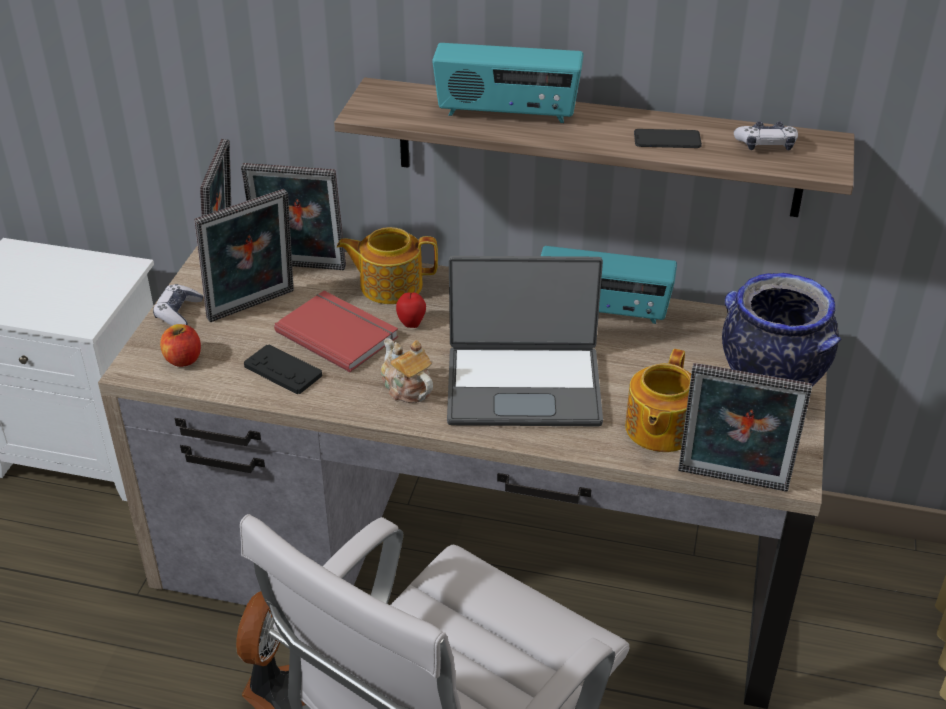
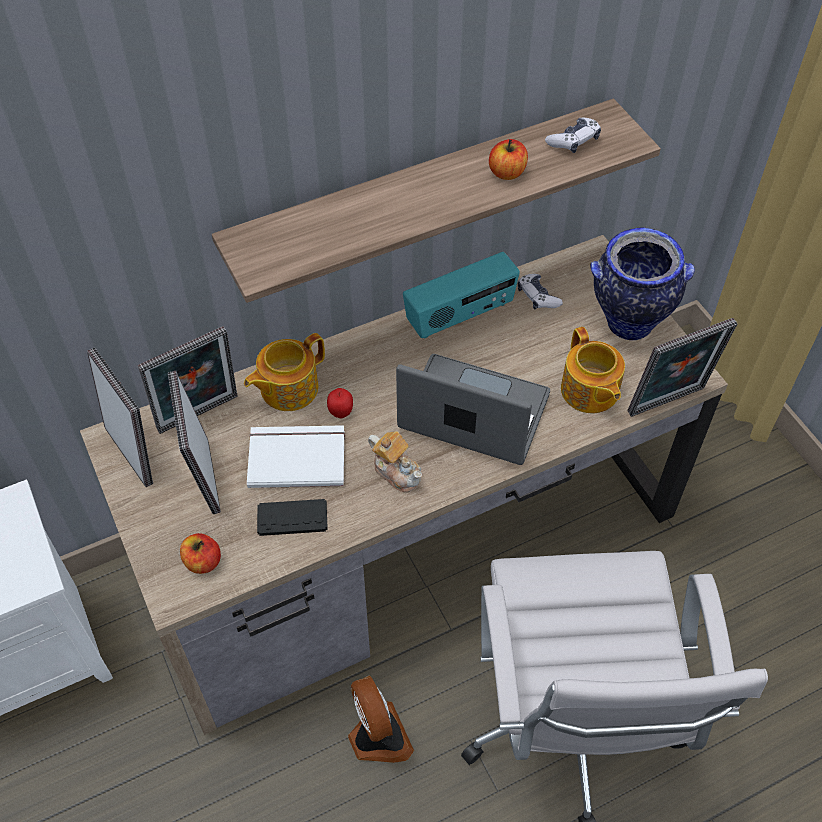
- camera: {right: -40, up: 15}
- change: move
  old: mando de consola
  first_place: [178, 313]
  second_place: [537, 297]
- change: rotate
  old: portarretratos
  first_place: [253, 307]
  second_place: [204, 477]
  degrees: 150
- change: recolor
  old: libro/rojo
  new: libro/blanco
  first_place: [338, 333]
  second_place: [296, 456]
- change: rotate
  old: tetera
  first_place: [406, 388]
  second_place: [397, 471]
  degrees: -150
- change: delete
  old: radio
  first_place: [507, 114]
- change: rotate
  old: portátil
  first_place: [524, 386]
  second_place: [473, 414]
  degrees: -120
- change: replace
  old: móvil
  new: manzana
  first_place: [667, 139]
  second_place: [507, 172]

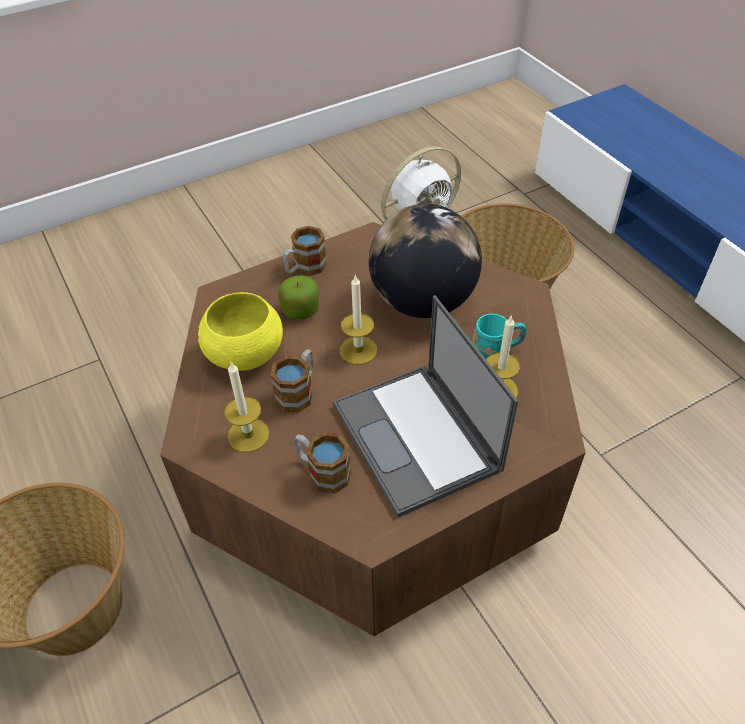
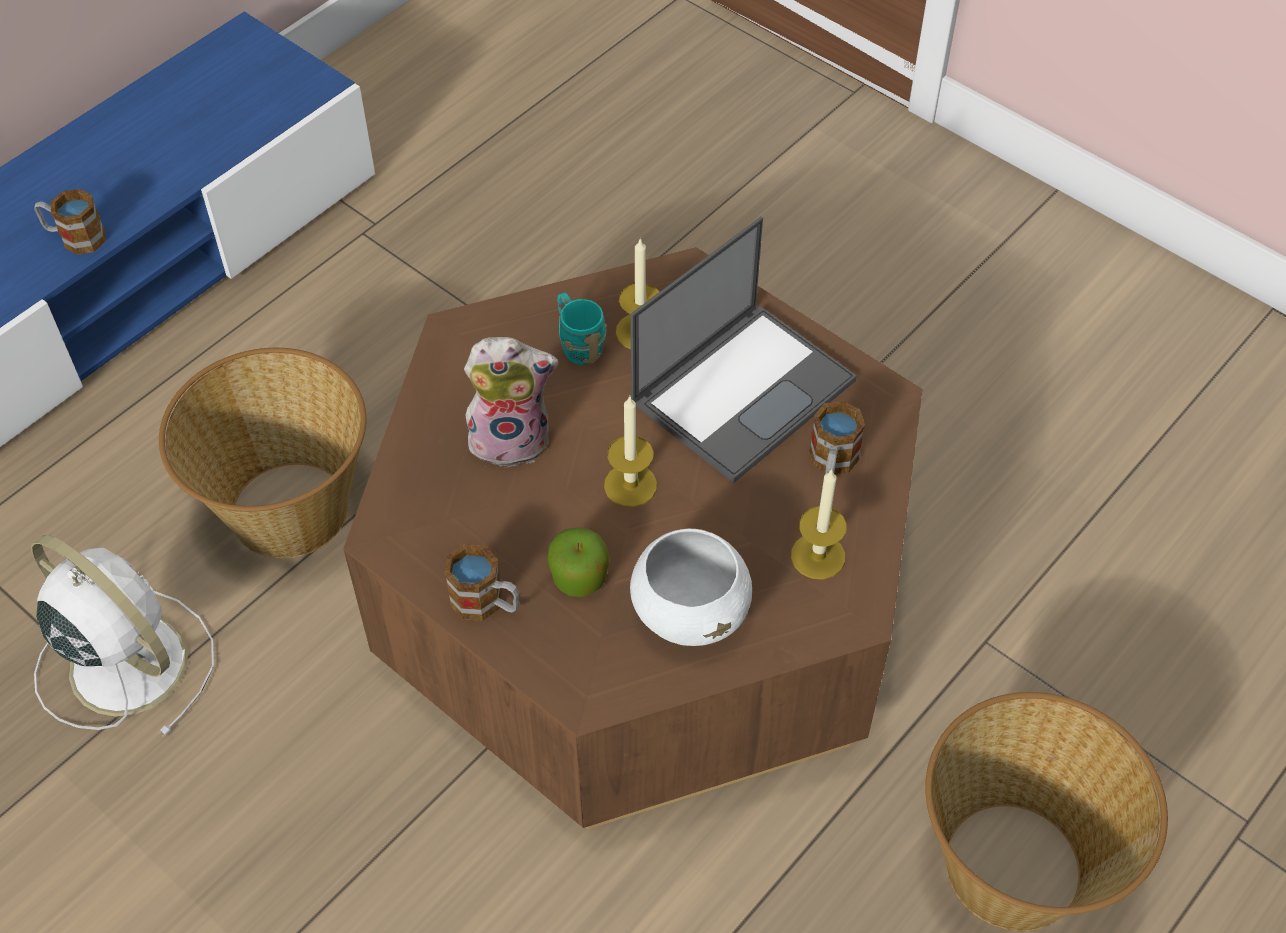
- camera: {right: -110, up: 5}
- change: recolor
  old: cuenco/amarillo
  new: cuenco/blanco
  first_place: [245, 355]
  second_place: [690, 611]
- change: move
  old: taza grande
  first_place: [298, 391]
  second_place: [75, 237]
- change: replace
  old: globo terráqueo
  new: peluche
  first_place: [422, 302]
  second_place: [512, 438]

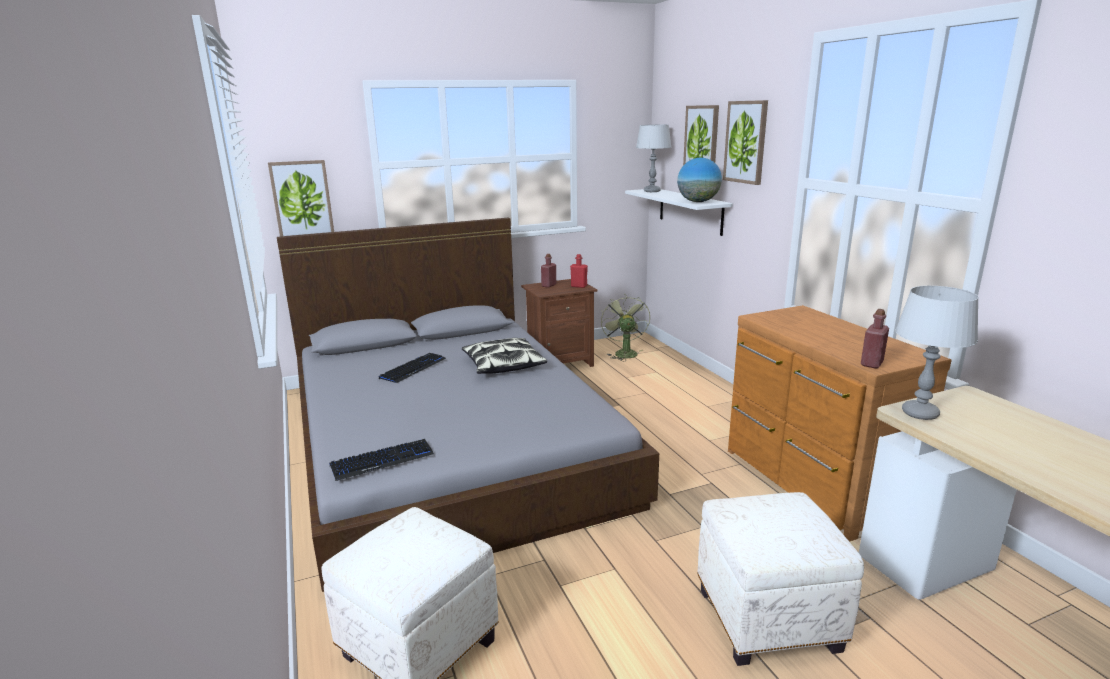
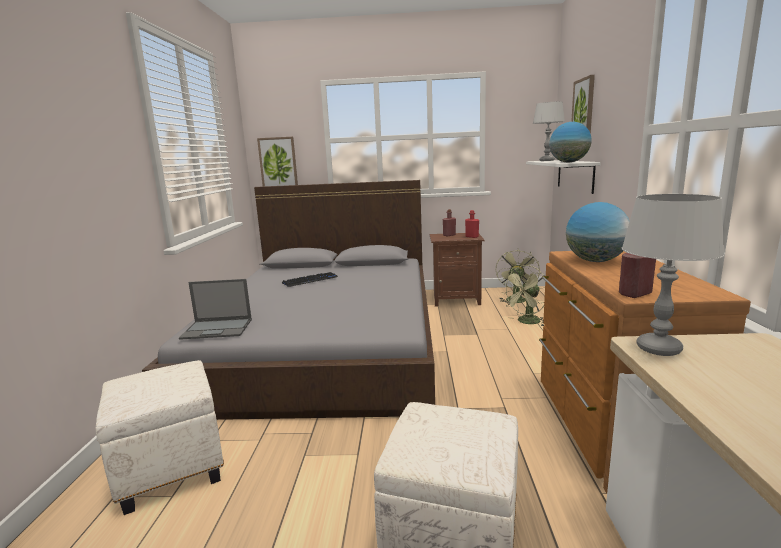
- camera: {right: 25, up: -5}
- change: replace
  old: teclado
  new: portátil
  first_place: [382, 460]
  second_place: [218, 329]
- change: delete
  old: cojín
  first_place: [503, 365]
- change: delete
  old: cuadro
  first_place: [746, 142]
- change: insert
  new: ventilador/verde
  second_place: [526, 322]
- change: insert
  new: globo terráqueo
  second_place: [595, 261]

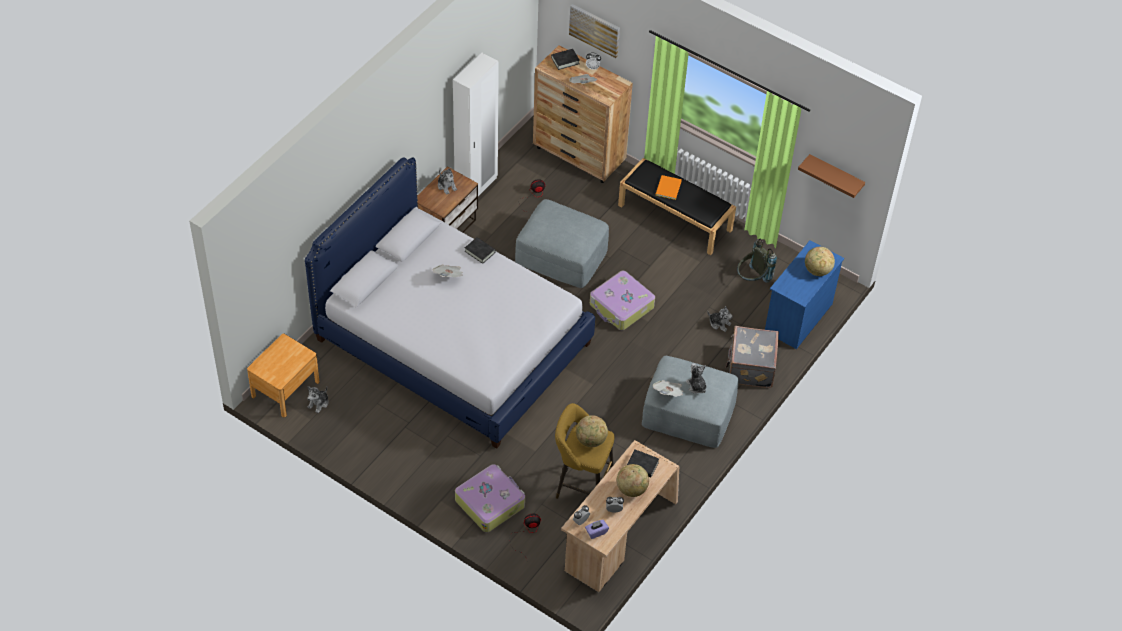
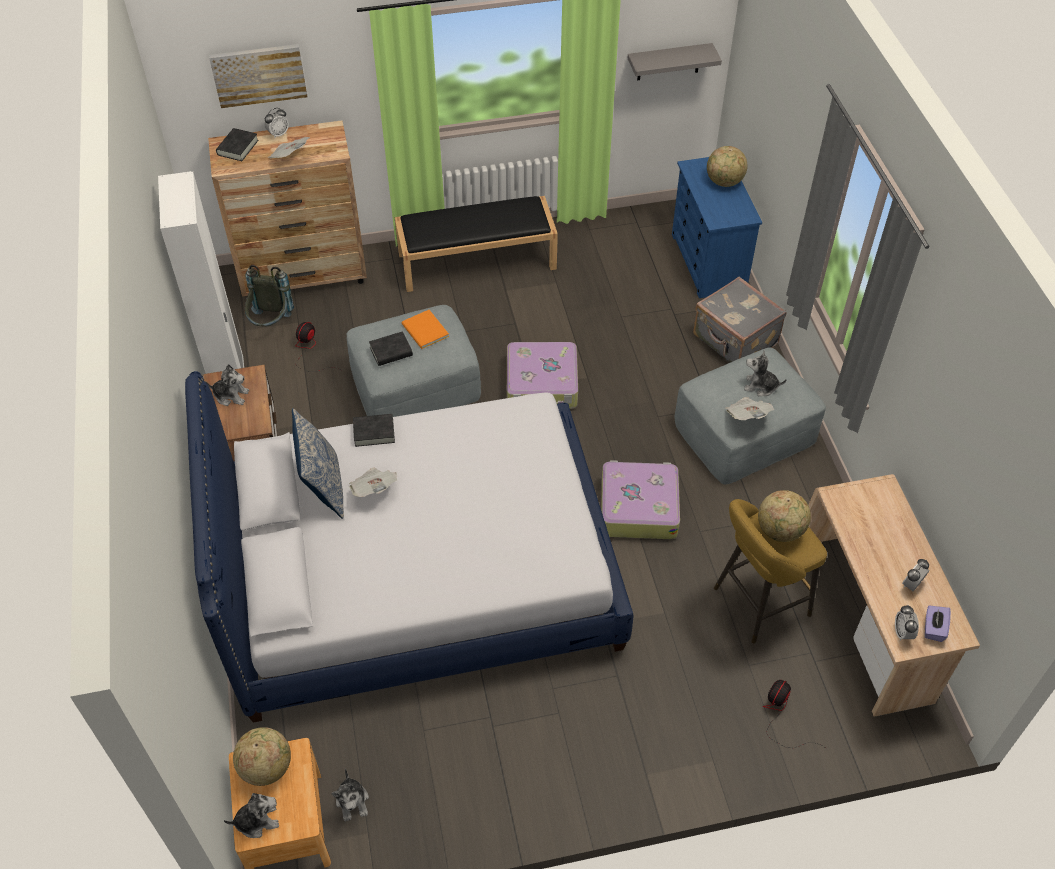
- camera: {right: -45, up: 0}
- change: move
  old: maleta
  first_place: [490, 502]
  second_place: [638, 507]
- change: move
  old: globo terráqueo
  first_place: [632, 489]
  second_place: [266, 767]
- change: move
  old: libro/negro
  first_place: [642, 465]
  second_place: [391, 352]
- change: move
  old: libro/naranja
  first_place: [667, 188]
  second_place: [425, 331]
- change: move
  old: peluche
  first_place: [719, 323]
  second_place: [257, 820]
- change: move
  old: mochila/gris
  first_place: [752, 279]
  second_place: [271, 324]
- change: recolor
  old: estante/marrón
  new: estante/gris
  first_place: [835, 175]
  second_place: [668, 62]
- change: insert
  new: cojín
  second_place: [323, 487]

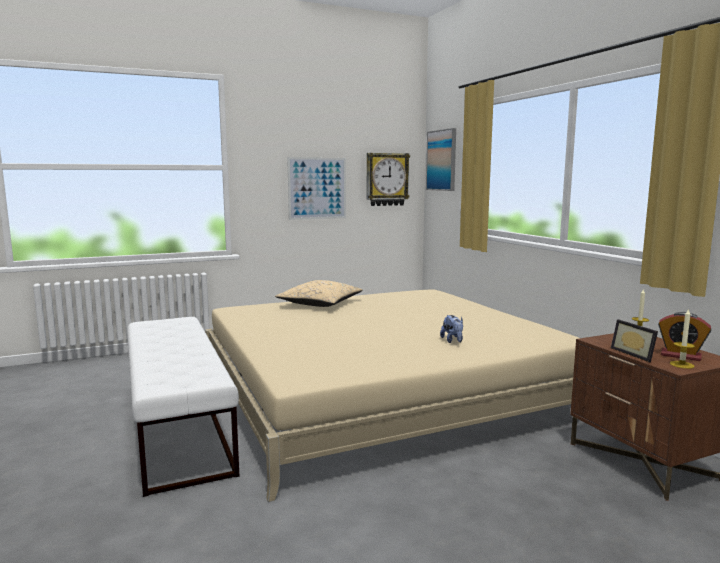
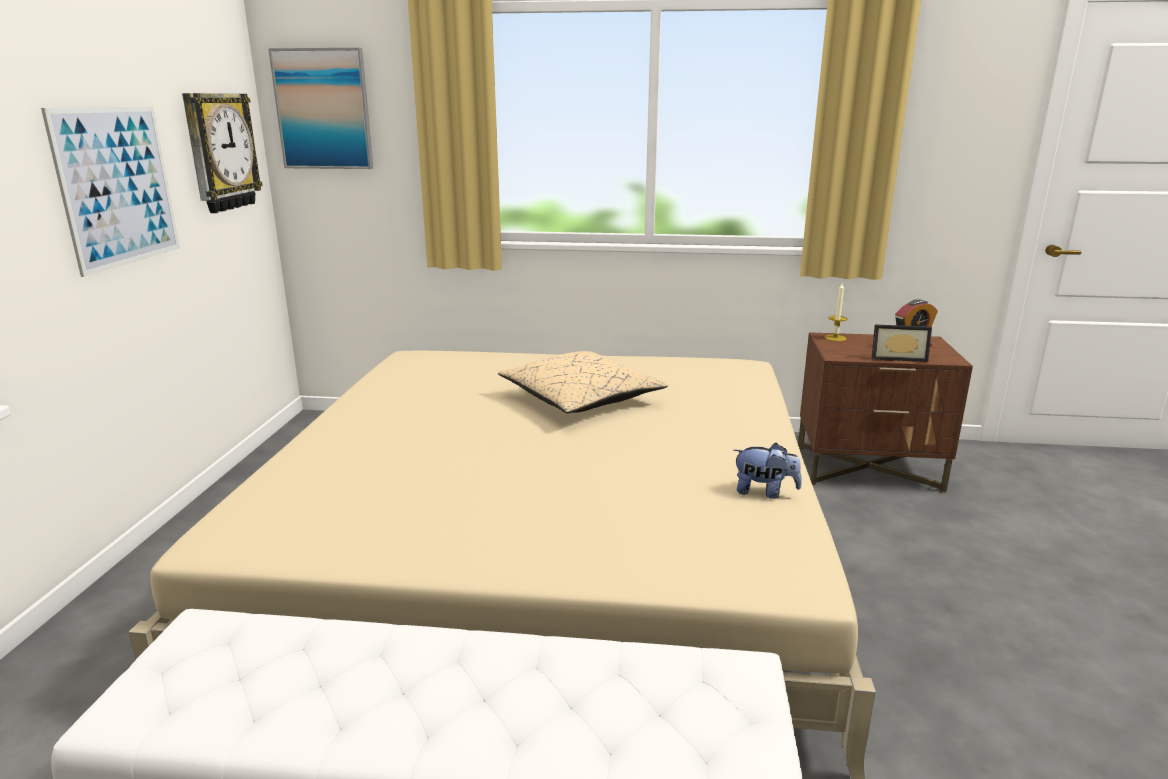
- camera: {right: -60, up: 10}
- change: move
  old: cojín/beis
  first_place: [320, 304]
  second_place: [581, 399]
- change: move
  old: peluche
  first_place: [453, 341]
  second_place: [764, 492]
- change: delete
  old: vela
  first_place: [681, 365]

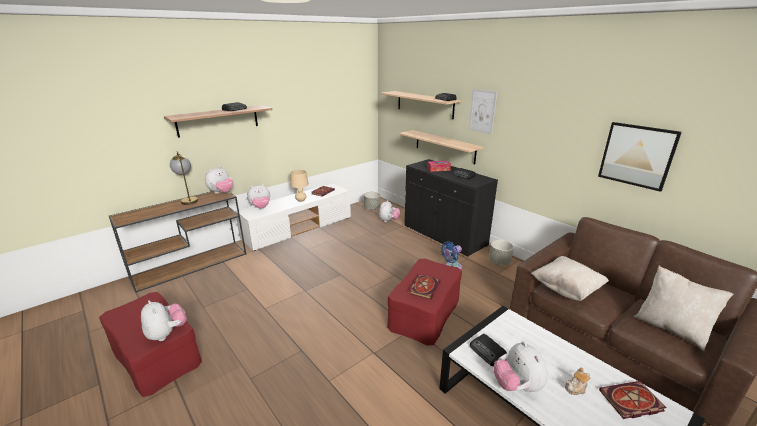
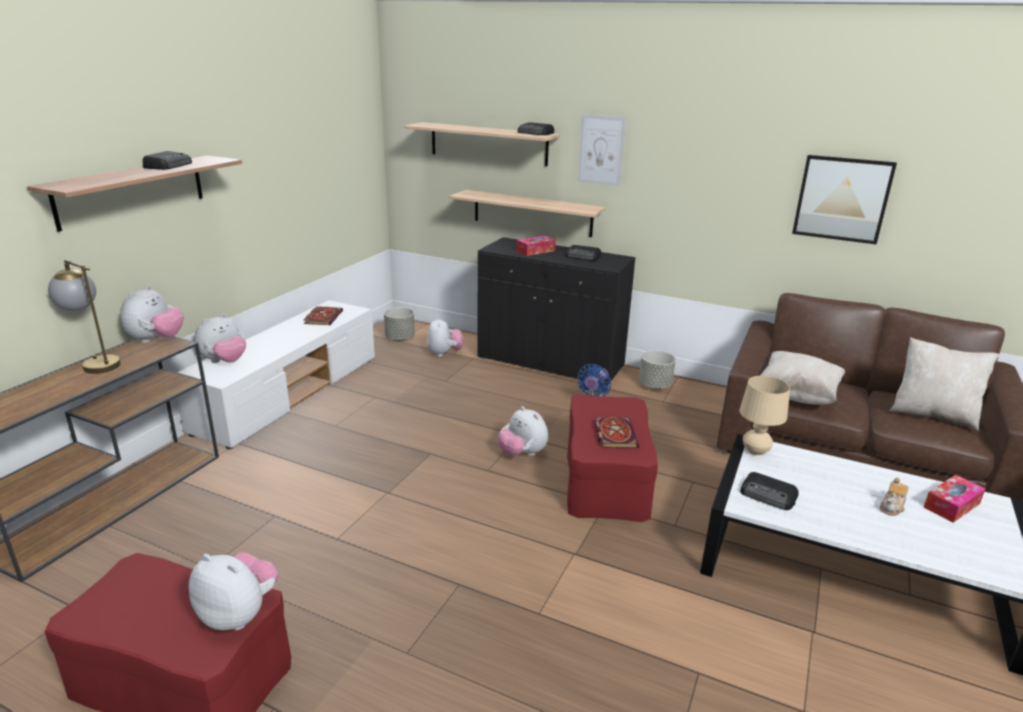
- camera: {right: -25, up: 0}
- change: move
  old: lámpara de mesa/beis
  first_place: [301, 200]
  second_place: [755, 451]
- change: move
  old: peluche
  first_place: [517, 386]
  second_place: [522, 454]
- change: replace
  old: libro
  new: caja de pañuelos
  first_place: [630, 402]
  second_place: [951, 505]

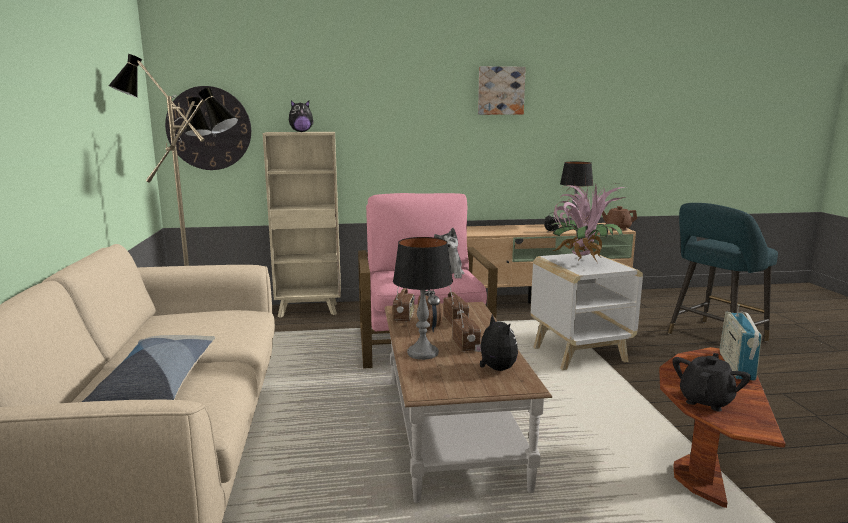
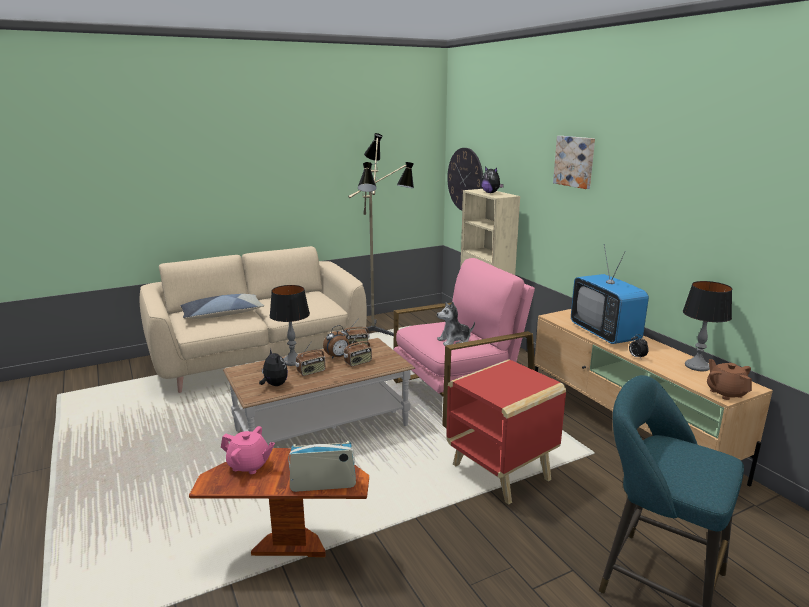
- camera: {right: 70, up: 5}
- change: rotate
  old: peluche
  first_place: [495, 369]
  second_place: [274, 385]
  degrees: -75
- change: move
  old: cuadro
  first_place: [500, 90]
  second_place: [575, 161]
- change: recolor
  old: mesa auxiliar/blanco
  new: mesa auxiliar/rojo
  first_place: [580, 354]
  second_place: [502, 473]
- change: delete
  old: planta en maceta
  first_place: [581, 263]
- change: recolor
  old: tetera/negro
  new: tetera/rosa
  first_place: [706, 400]
  second_place: [249, 465]
- change: insert
  new: televisor
  second_place: [604, 333]

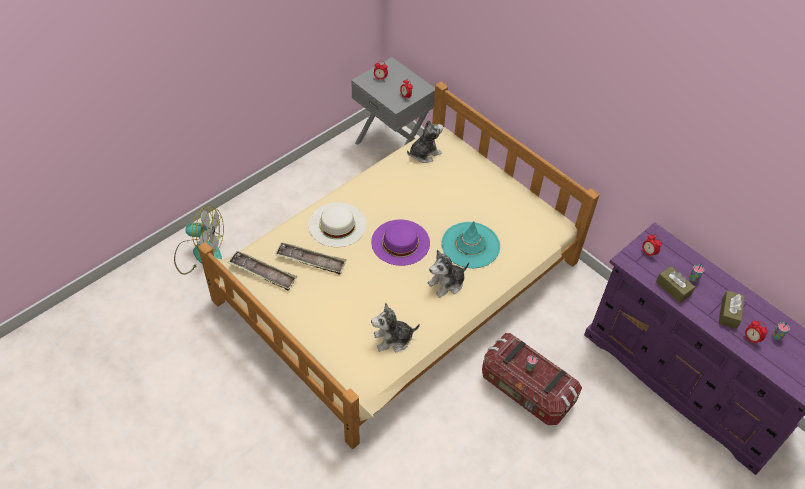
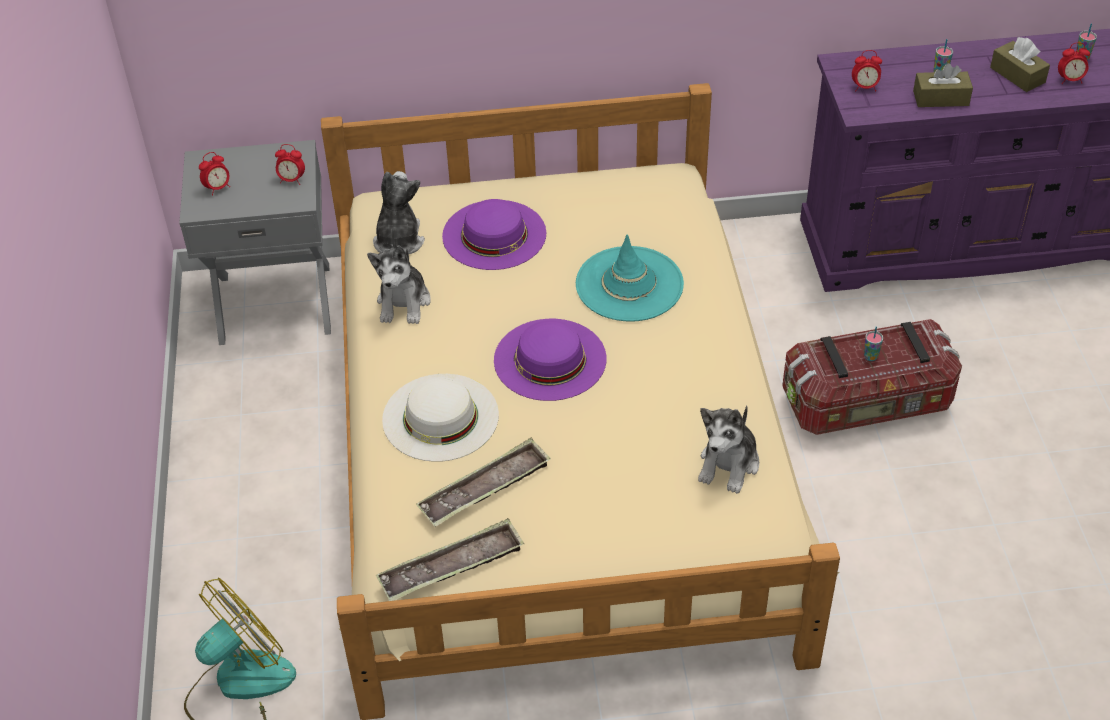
- camera: {right: -50, up: -5}
- change: move
  old: peluche
  first_place: [447, 283]
  second_place: [404, 302]
- change: insert
  new: sombrero/morado
  second_place: [494, 234]

